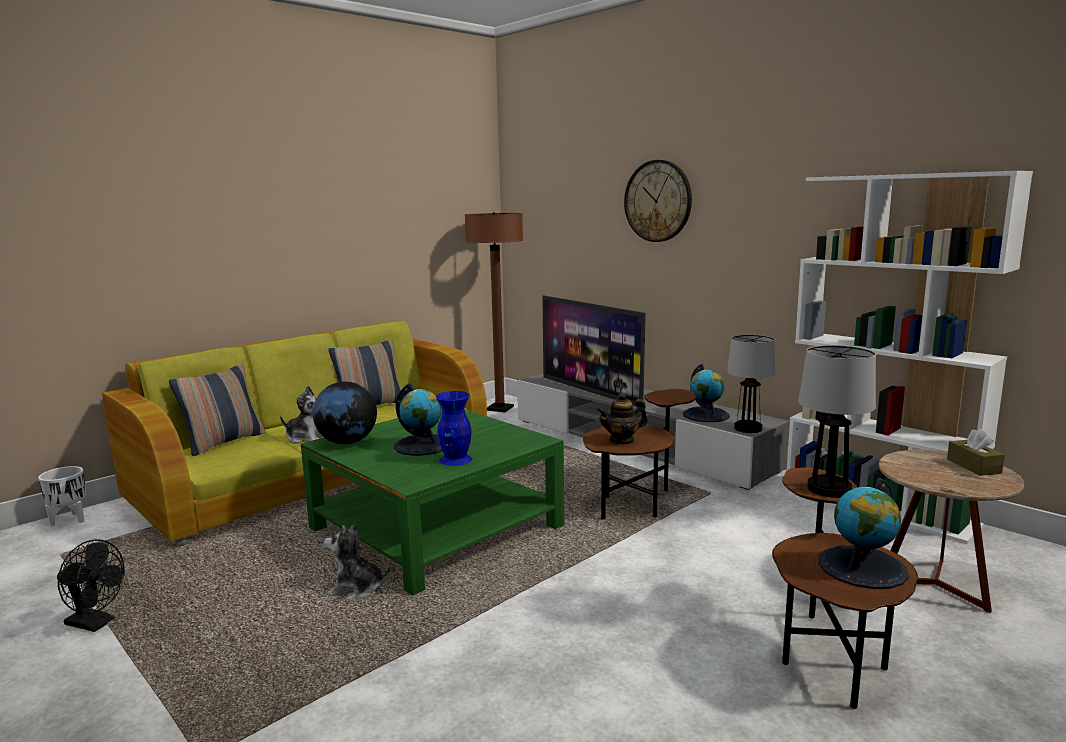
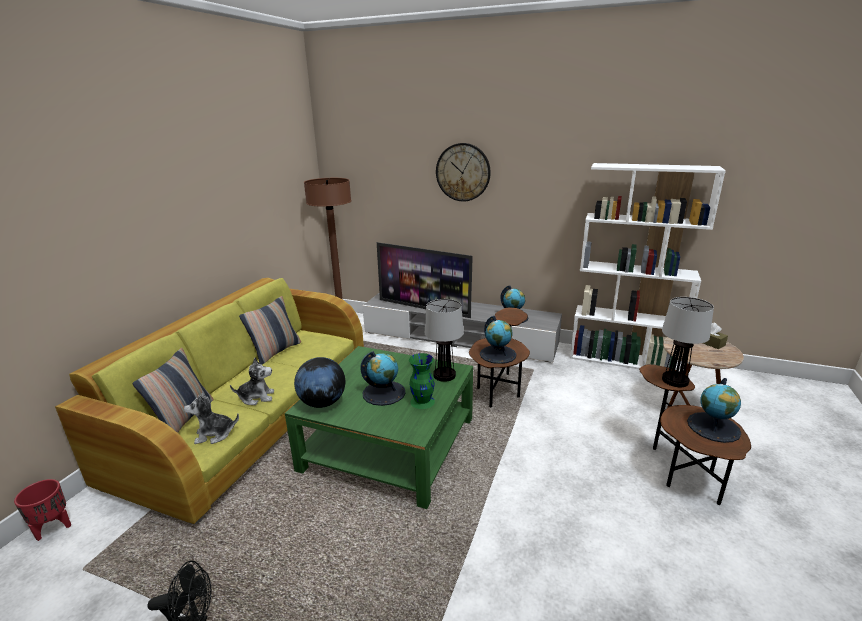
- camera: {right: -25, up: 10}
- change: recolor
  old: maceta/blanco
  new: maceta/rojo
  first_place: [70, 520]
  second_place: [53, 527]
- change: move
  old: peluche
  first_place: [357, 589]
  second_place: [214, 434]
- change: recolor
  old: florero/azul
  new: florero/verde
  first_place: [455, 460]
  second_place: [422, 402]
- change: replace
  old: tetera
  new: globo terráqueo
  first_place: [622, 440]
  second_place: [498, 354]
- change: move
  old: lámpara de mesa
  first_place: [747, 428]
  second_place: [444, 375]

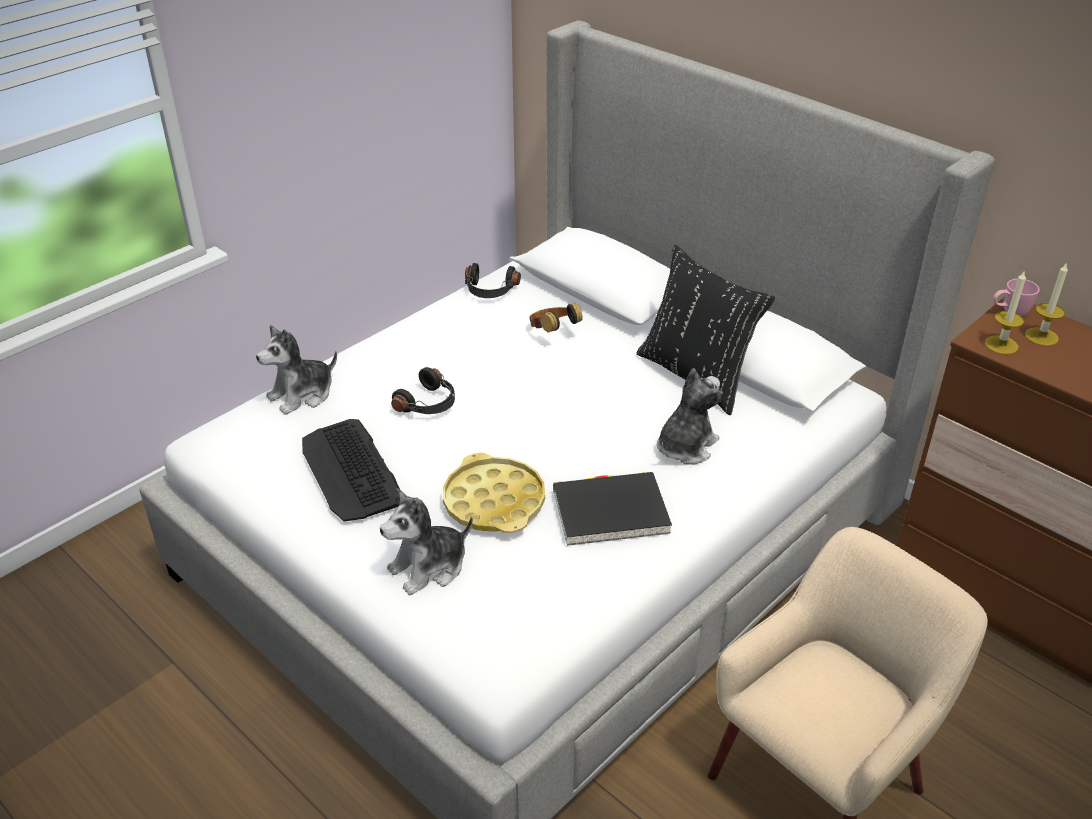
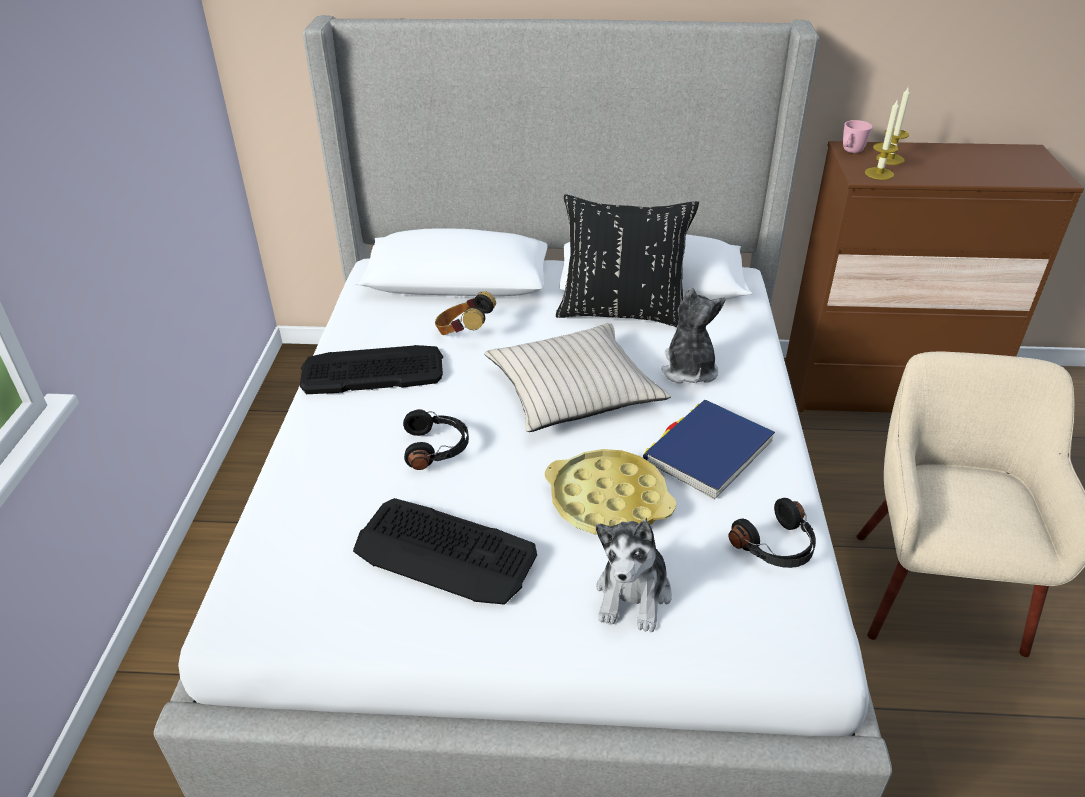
- camera: {right: -40, up: 0}
- change: delete
  old: peluche
  first_place: [302, 395]
- change: move
  old: auriculares/negro
  first_place: [490, 291]
  second_place: [776, 547]
- change: recolor
  old: libro/negro
  new: libro/azul
  first_place: [610, 512]
  second_place: [708, 452]
- change: insert
  new: teclado
  second_place: [372, 370]
- change: insert
  new: cojín/beis
  second_place: [573, 391]

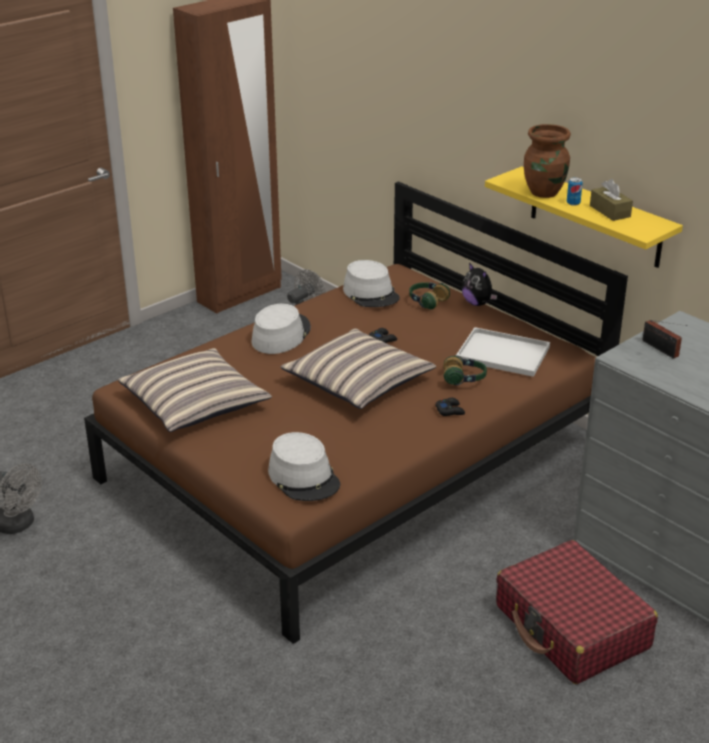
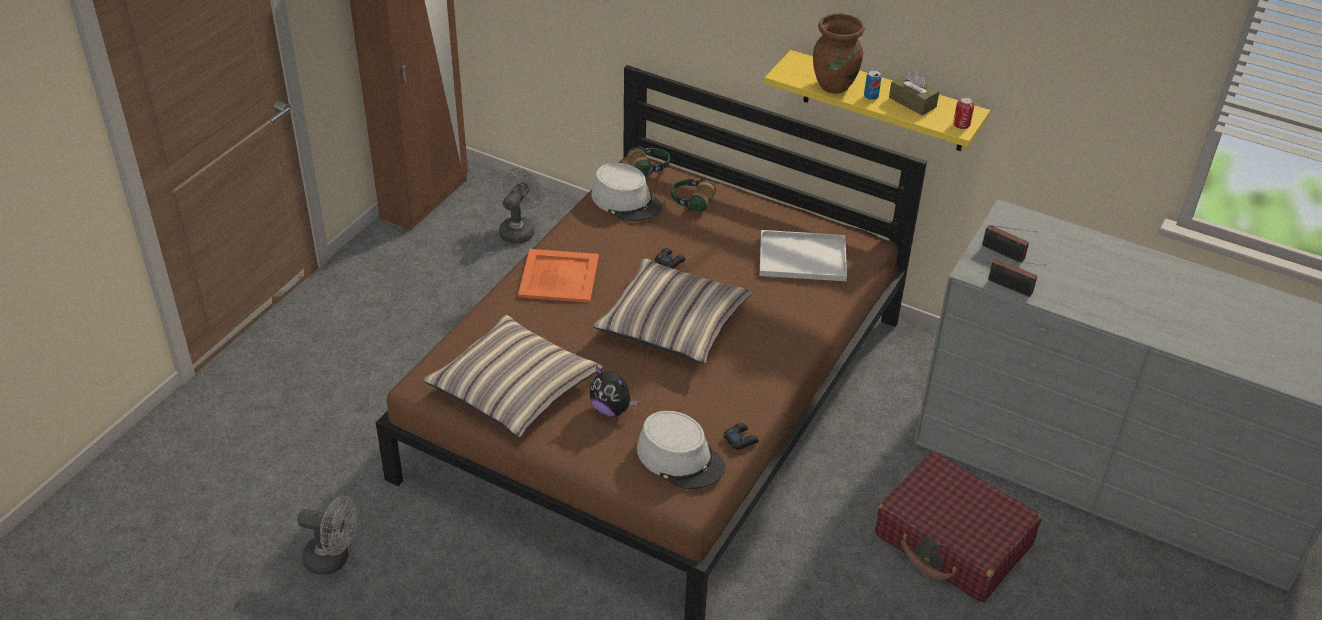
- camera: {right: -20, up: 10}
- change: replace
  old: sombrero/gris
  new: bandeja/naranja
  first_place: [280, 335]
  second_place: [558, 277]
- change: move
  old: mando de consola/negro
  first_place: [450, 410]
  second_place: [740, 439]
- change: move
  old: auriculares
  first_place: [464, 379]
  second_place: [649, 168]
- change: move
  old: peluche
  first_place: [477, 303]
  second_place: [611, 409]
- change: insert
  new: lata
  second_place: [961, 124]
- change: insert
  new: radio
  second_place: [1012, 288]

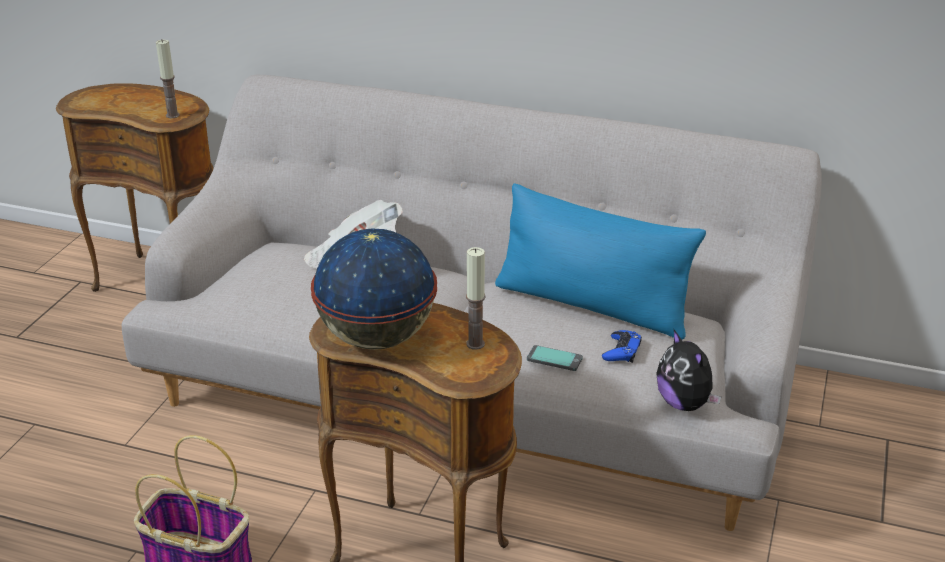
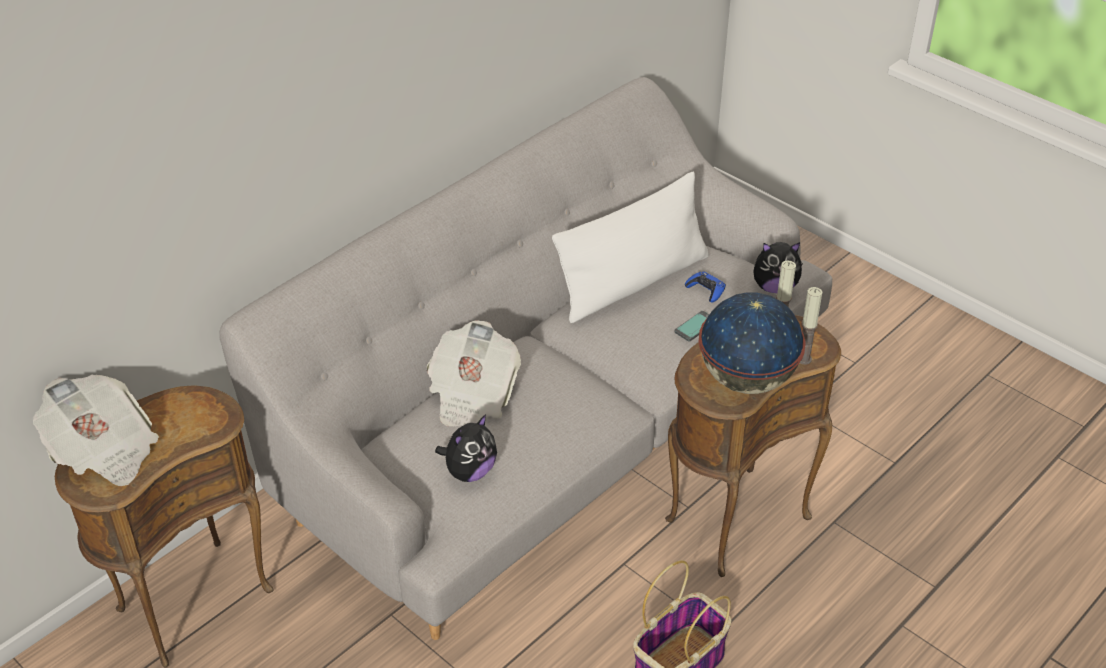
- camera: {right: -65, up: 10}
- change: move
  old: vela
  first_place: [172, 115]
  second_place: [804, 359]
- change: recolor
  old: cojín/azul
  new: cojín/blanco
  first_place: [592, 305]
  second_place: [633, 282]
- change: insert
  new: periódico
  second_place: [103, 451]
- change: insert
  new: peluche
  second_place: [469, 471]

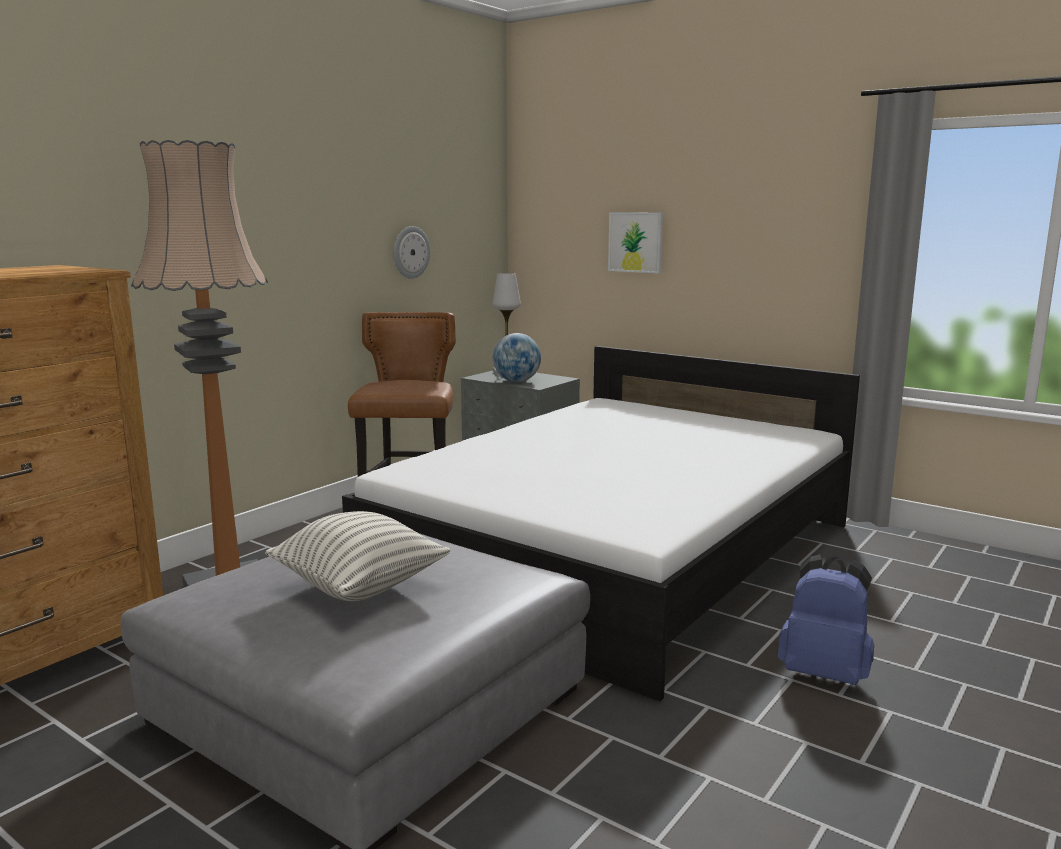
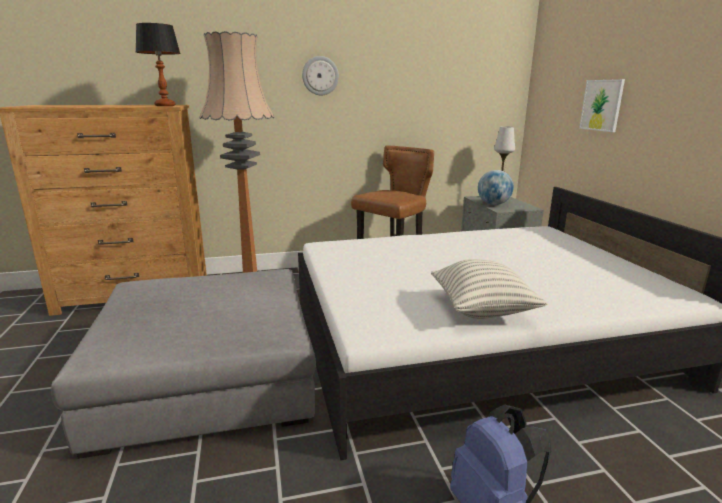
- camera: {right: 40, up: 5}
- change: move
  old: cojín
  first_place: [360, 587]
  second_place: [482, 310]
- change: move
  old: reloj de pared
  first_place: [410, 252]
  second_place: [320, 76]
- change: insert
  new: lámpara de mesa
  second_place: [165, 106]

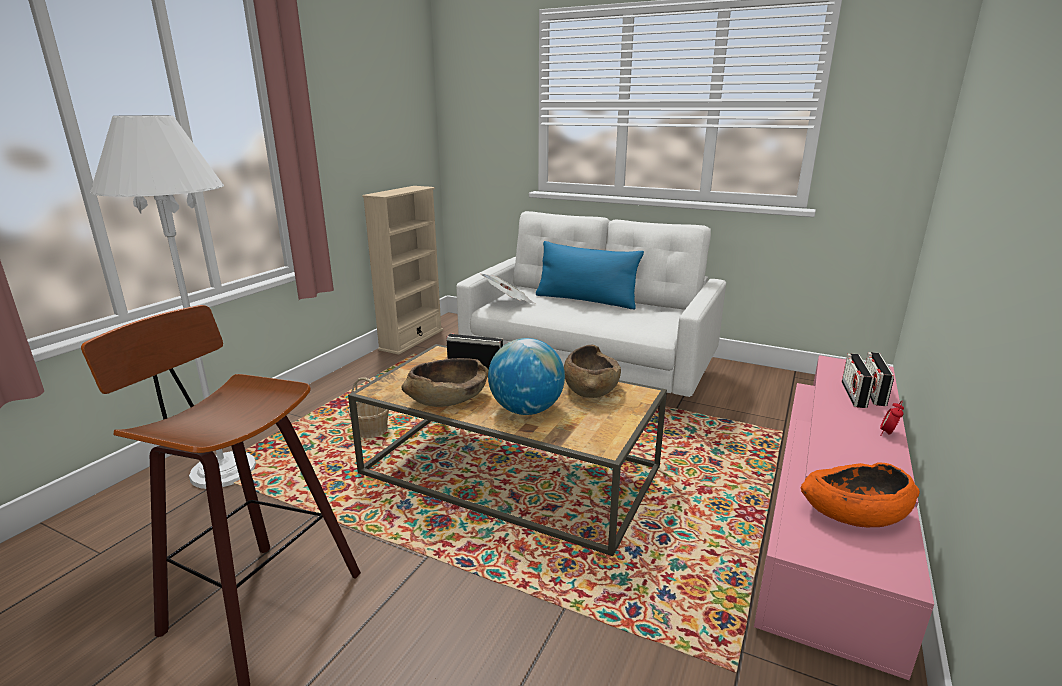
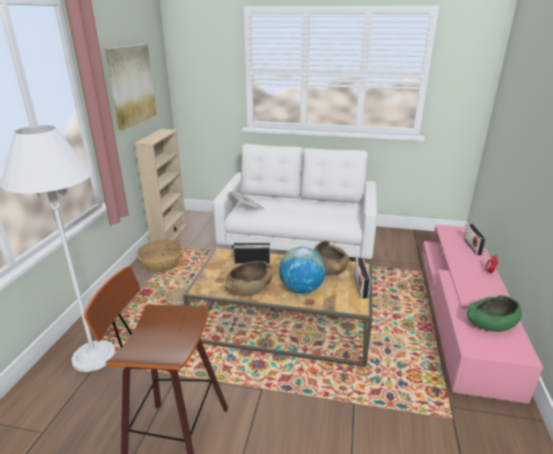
- camera: {right: -15, up: 5}
- change: delete
  old: cojín/azul
  first_place: [586, 300]
- change: recolor
  old: cuenco/naranja
  new: cuenco/verde
  first_place: [853, 513]
  second_place: [491, 324]
- change: move
  old: radio
  first_place: [853, 394]
  second_place: [361, 286]
- change: insert
  new: cuadro
  second_place: [131, 85]
- change: insert
  new: cesta
  second_place: [161, 263]

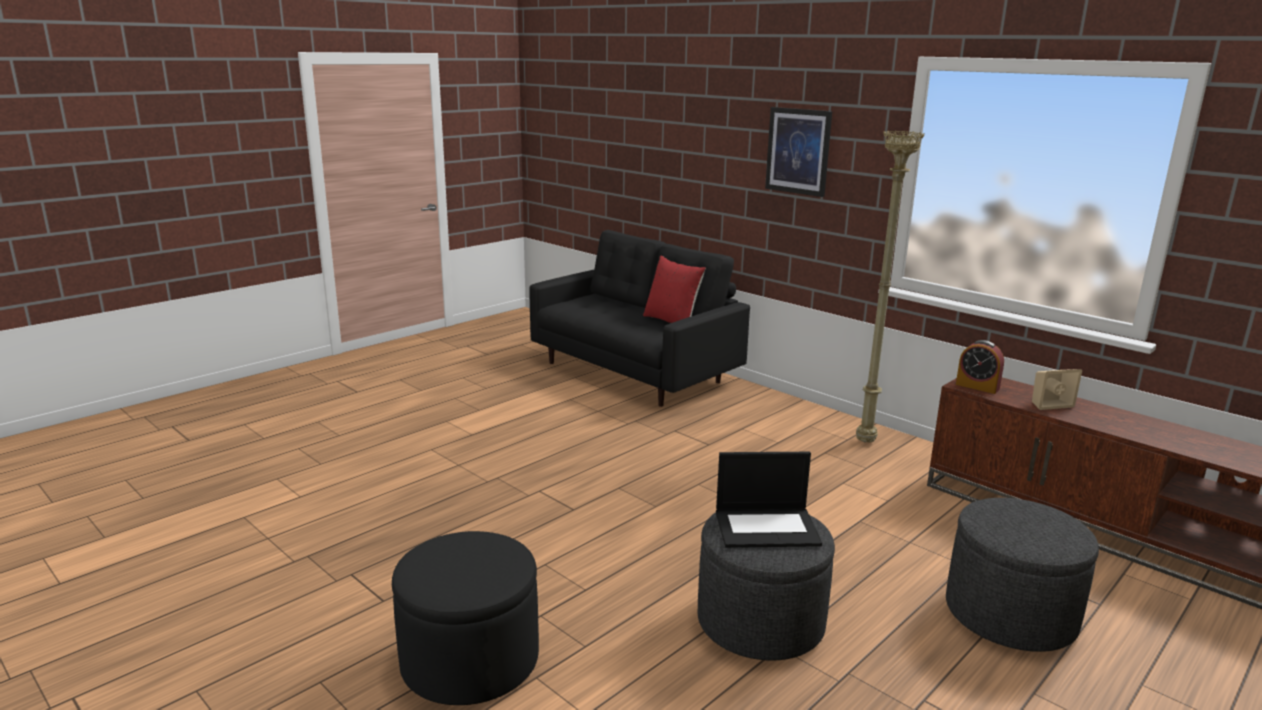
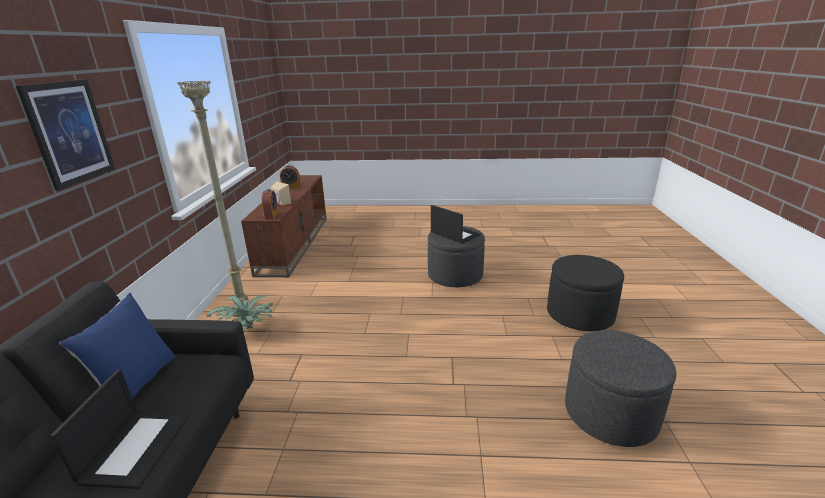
- camera: {right: -130, up: 5}
- change: recolor
  old: cojín/rojo
  new: cojín/azul
  first_place: [672, 321]
  second_place: [136, 382]
- change: move
  old: puf/gris
  first_place: [1010, 614]
  second_place: [610, 413]
- change: insert
  new: portátil
  second_place: [136, 447]
- change: insert
  new: planta en maceta
  second_place: [249, 329]
- change: insert
  new: despertador
  second_place: [291, 187]

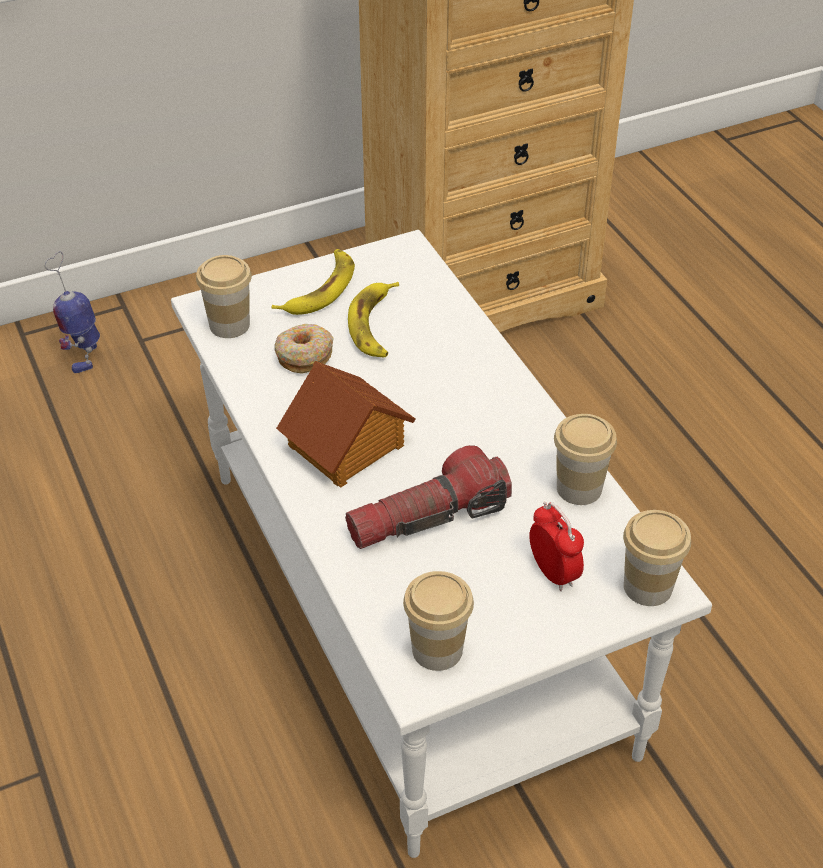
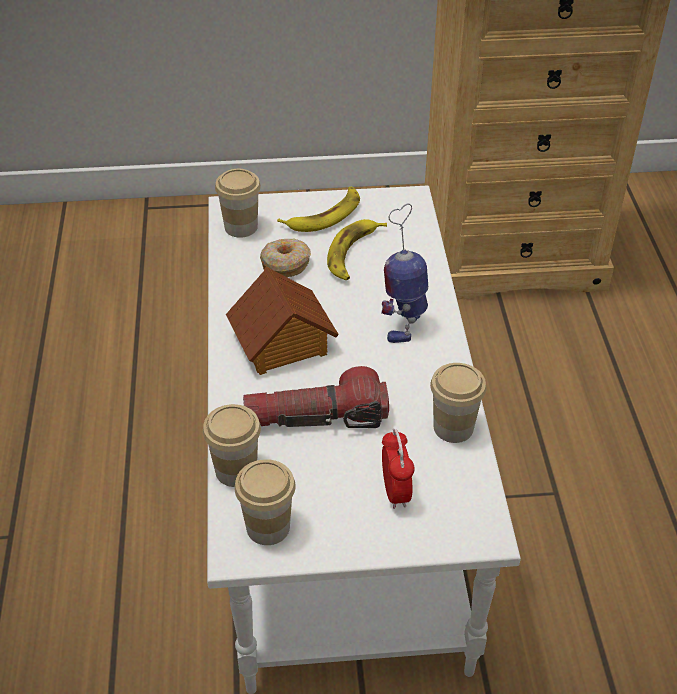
- camera: {right: 20, up: 0}
- change: move
  old: robot de juguete
  first_place: [84, 355]
  second_place: [404, 323]
- change: move
  old: taza
  first_place: [647, 587]
  second_place: [236, 470]

